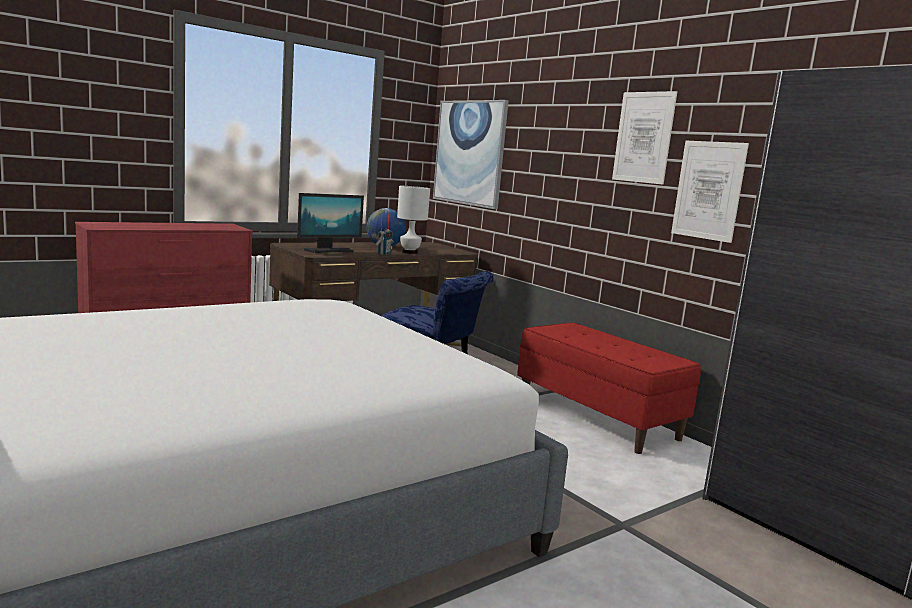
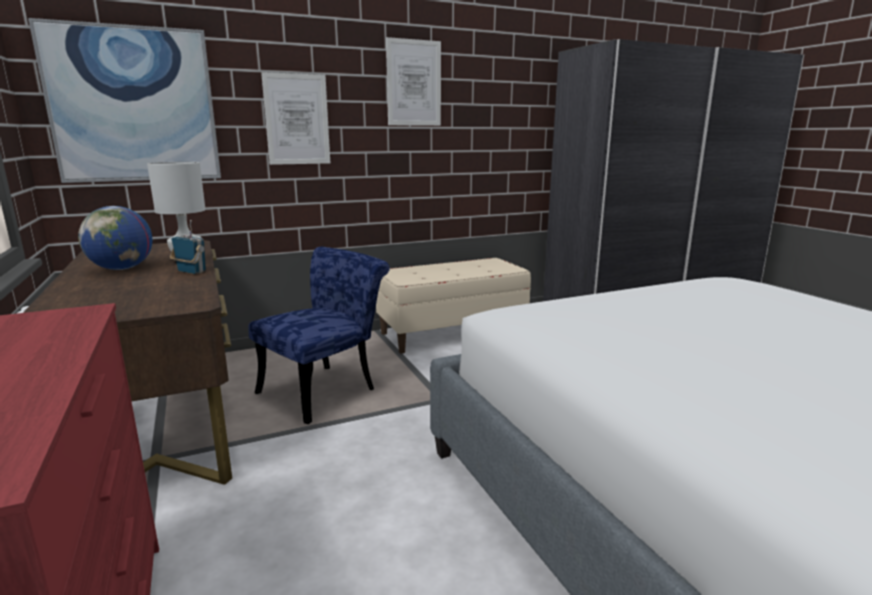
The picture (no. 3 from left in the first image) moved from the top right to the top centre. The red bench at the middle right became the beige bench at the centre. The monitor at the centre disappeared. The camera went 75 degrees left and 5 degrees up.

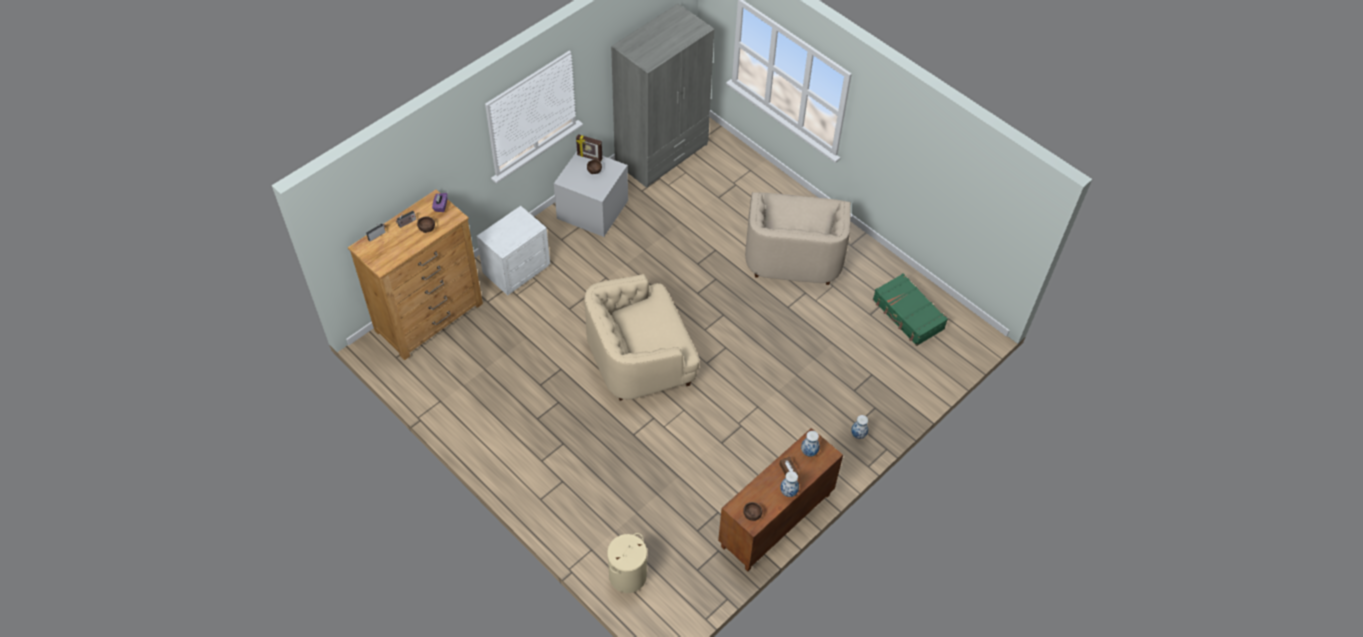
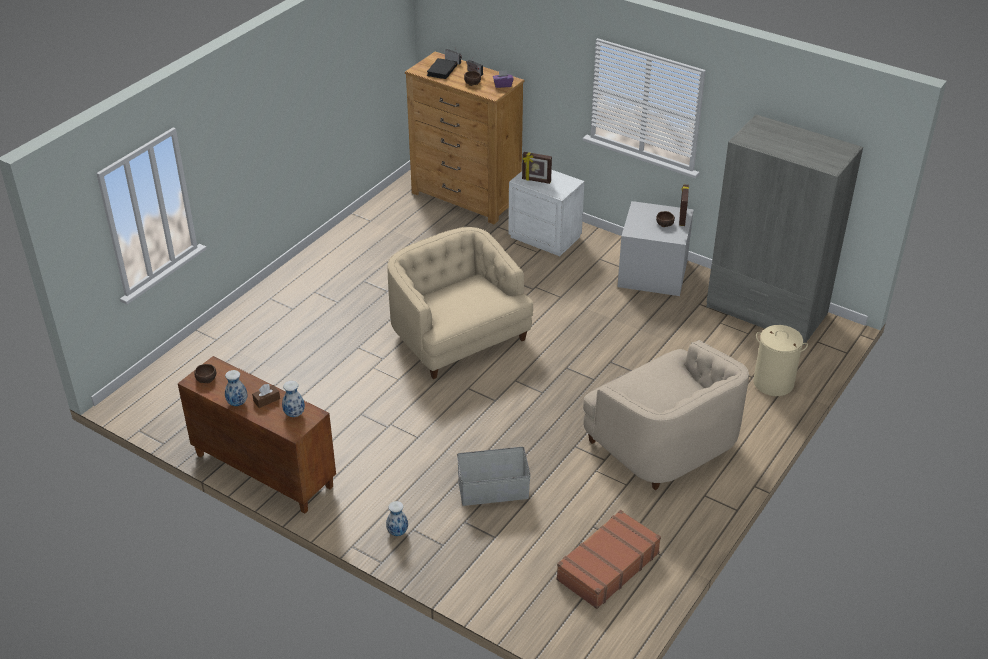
The black book at the top centre appeared. The grey storage box (no. 1 from left) at the bottom centre appeared. The picture frame (no. 1 from left) at the top centre appeared. The green suitcase at the middle right became the brown suitcase at the bottom centre. The beige armchair (no. 2 from left) at the centre turned 120 degrees counterclockwise. The beige laundry basket moved from the bottom centre to the middle right. The camera went 80 degrees right and 15 degrees down.

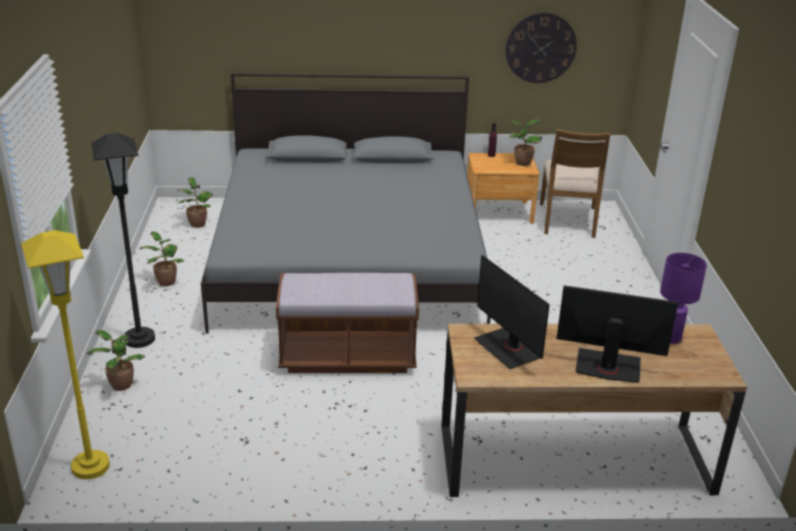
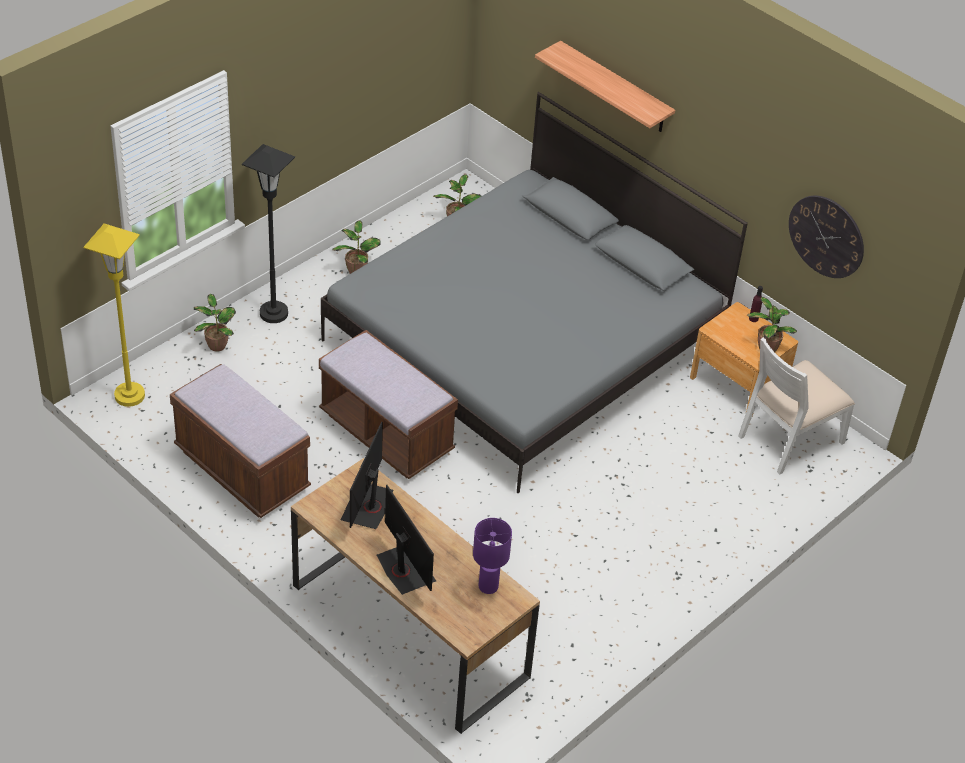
The brown bench (no. 1 from left) at the middle left appeared. The shelf at the top centre appeared. The brown chair at the middle right became the white chair at the middle right. The camera went 45 degrees right and 15 degrees up.

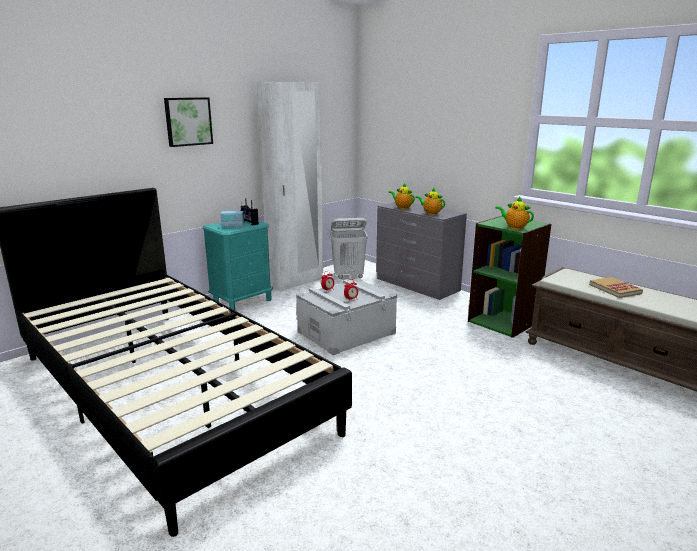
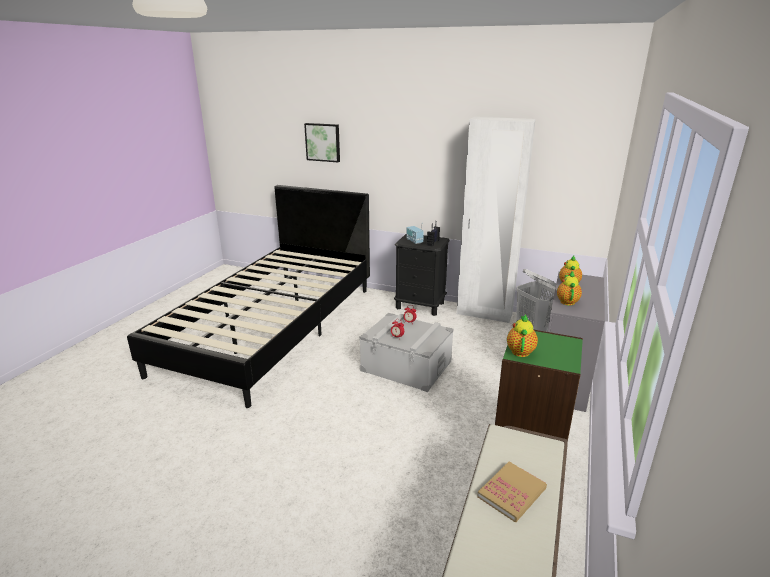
The picture moved from the top left to the top centre. The turquoise nightstand at the centre became the black nightstand at the centre. The camera went 65 degrees right and 5 degrees up.

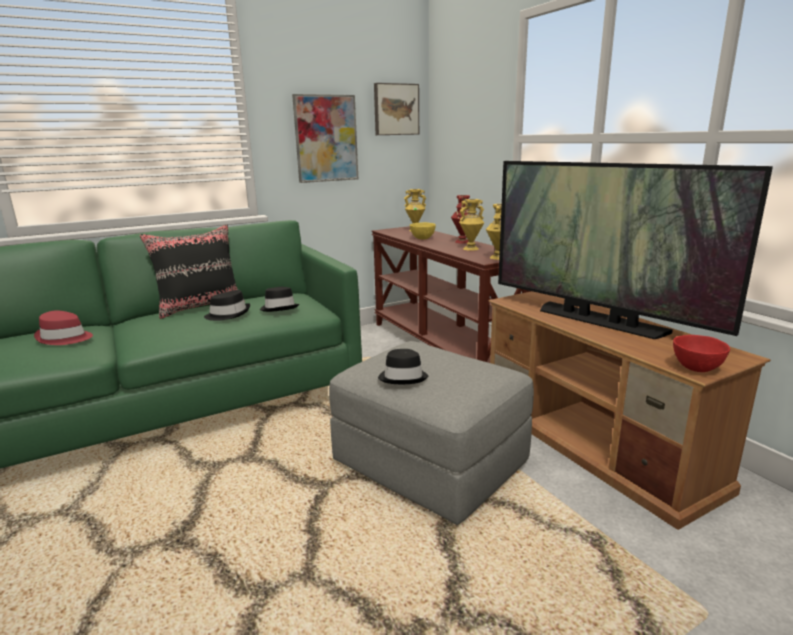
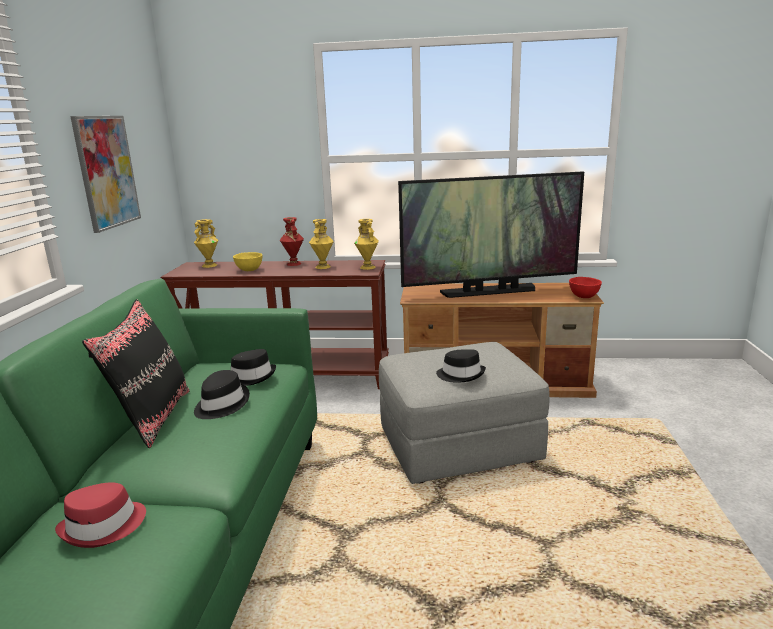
The picture (no. 2 from left) at the top centre disappeared. The camera went 55 degrees left and 0 degrees up.

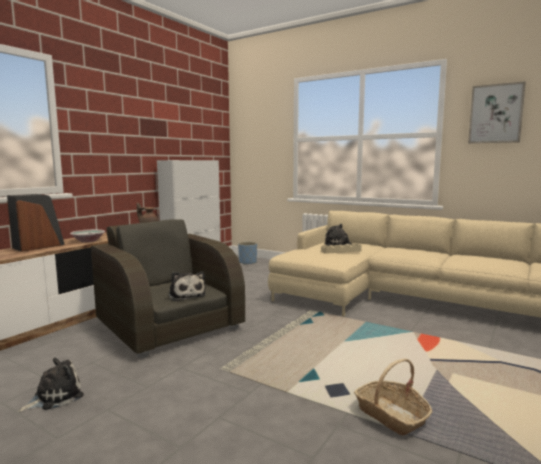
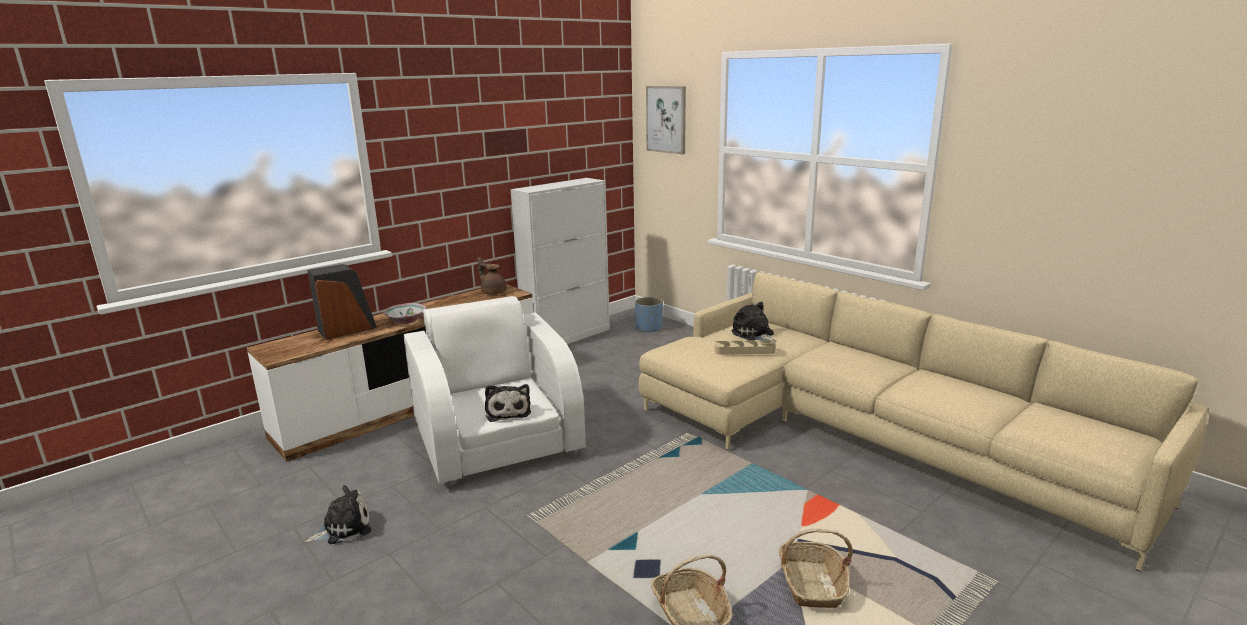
The brown armchair at the middle left became the white armchair at the centre. The picture moved from the top right to the top centre. The basket (no. 2 from left) at the bottom centre appeared. The camera went 15 degrees right and 10 degrees up.

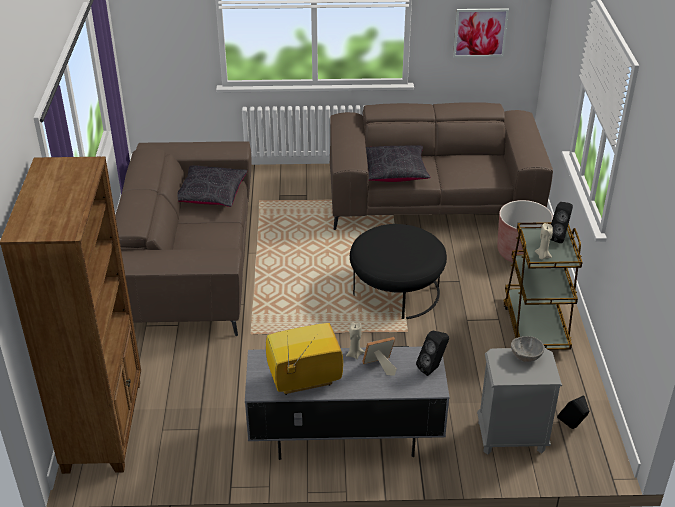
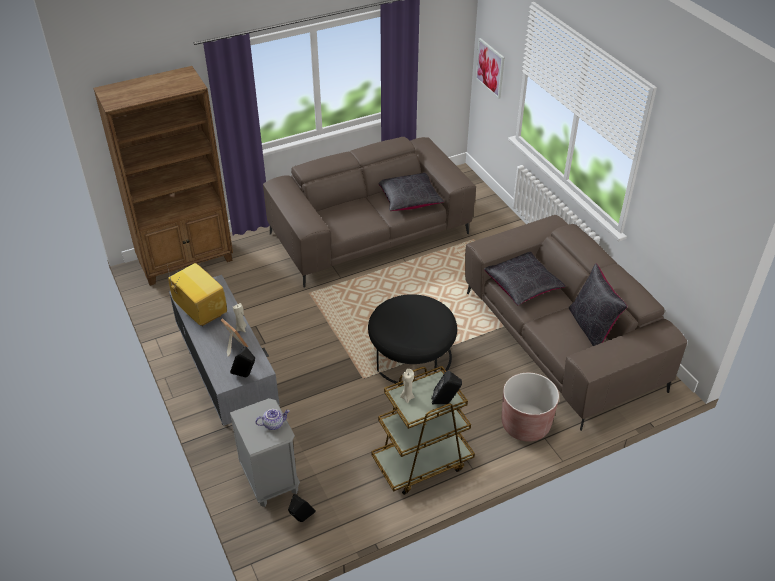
The grey bowl at the bottom right was replaced by the teapot at the bottom centre. The picture moved from the top right to the top centre. The black pillow (no. 3 from left) at the middle right appeared. The camera went 65 degrees right and 5 degrees up.

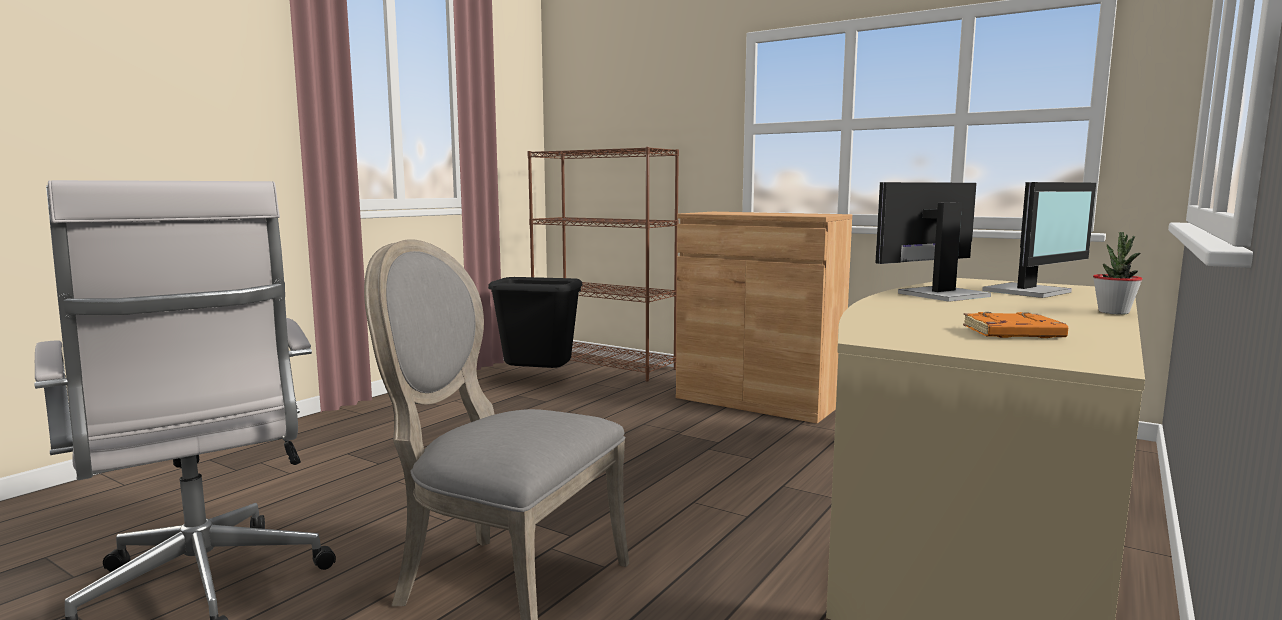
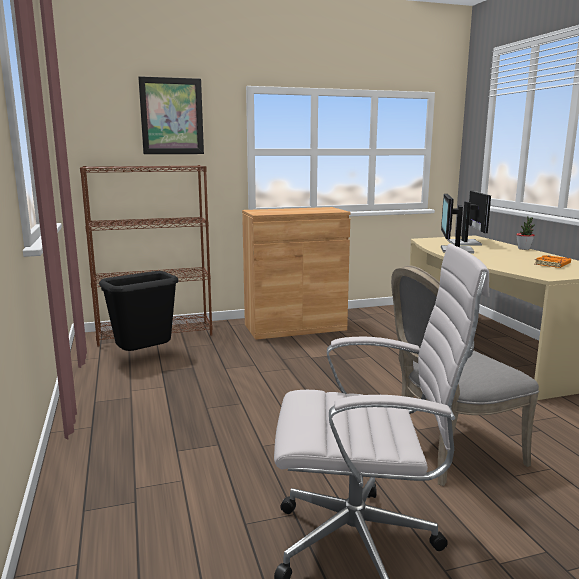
The picture at the top left appeared. The camera went 50 degrees left and 5 degrees up.

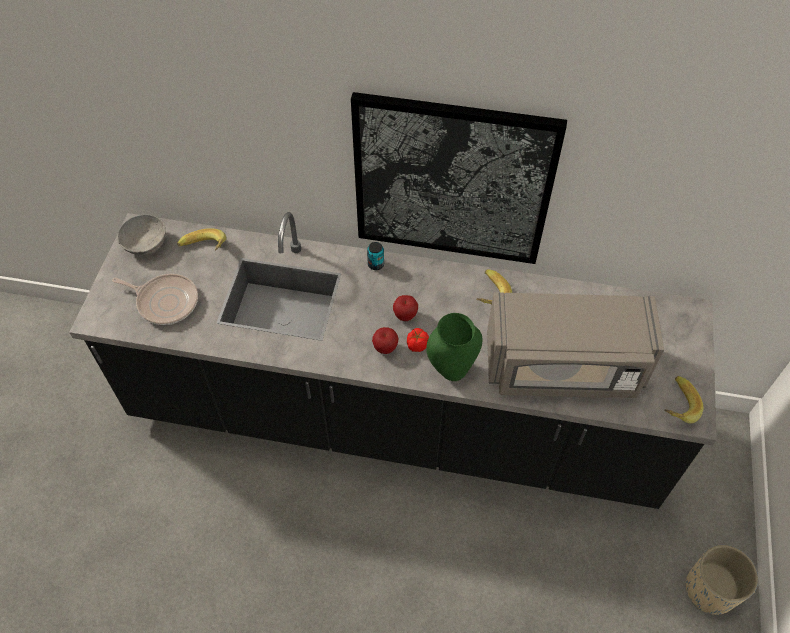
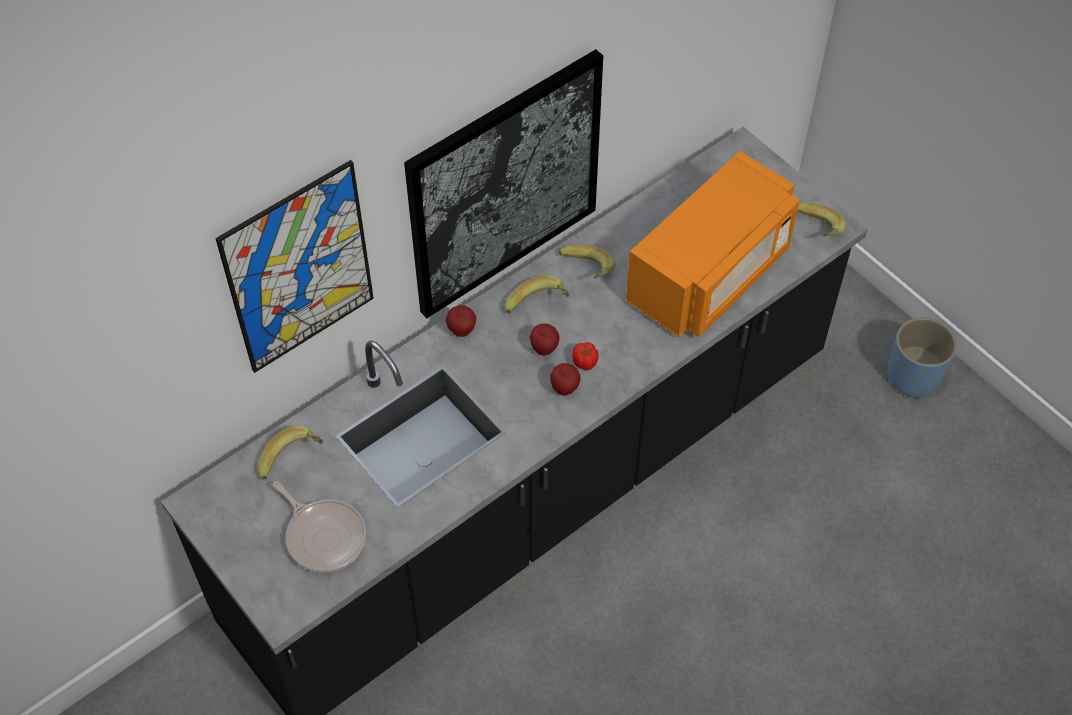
The picture (no. 1 from left) at the middle left appeared. The frying pan at the middle left turned 75 degrees clockwise. The can at the centre was replaced by the apple (no. 1 from left) at the centre. The banana (no. 2 from left) at the centre appeared. The grey microwave at the middle right became the orange microwave at the centre. The beige planter at the bottom right became the blue planter at the middle right. The grey bowl at the middle left disappeared. The green vase at the centre disappeared. The camera went 50 degrees left and 0 degrees up.

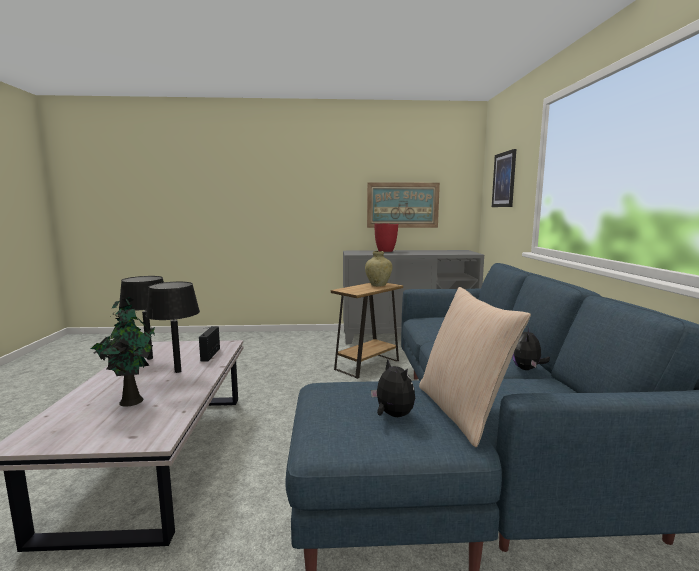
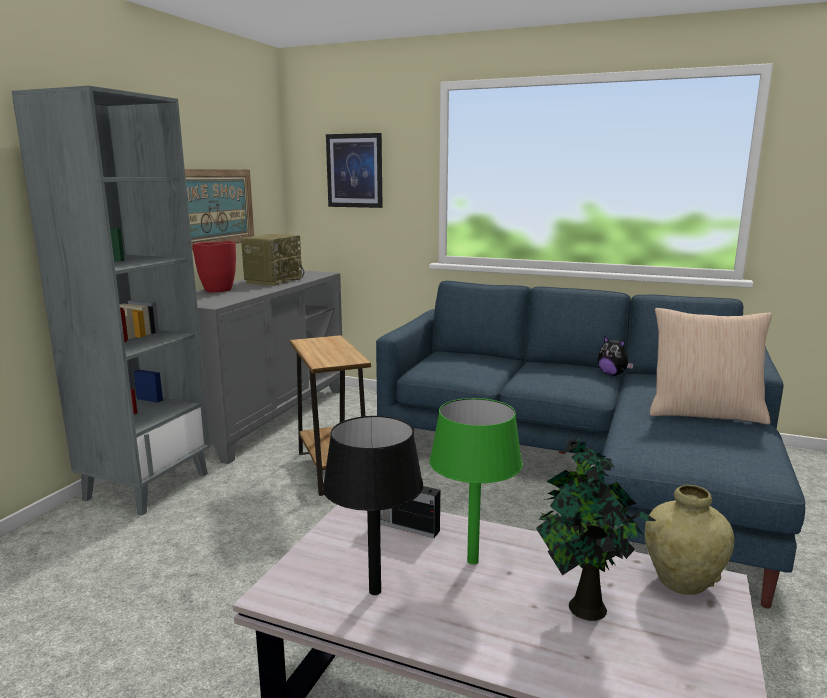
The grey bookcase at the middle left appeared. The radio (no. 1 from left) at the middle left appeared. The black table lamp (no. 2 from left) at the middle left became the green table lamp at the bottom centre. The beige vase moved from the centre to the bottom right. The plush toy (no. 1 from left) at the bottom centre disappeared. The camera went 65 degrees left and 5 degrees up.

